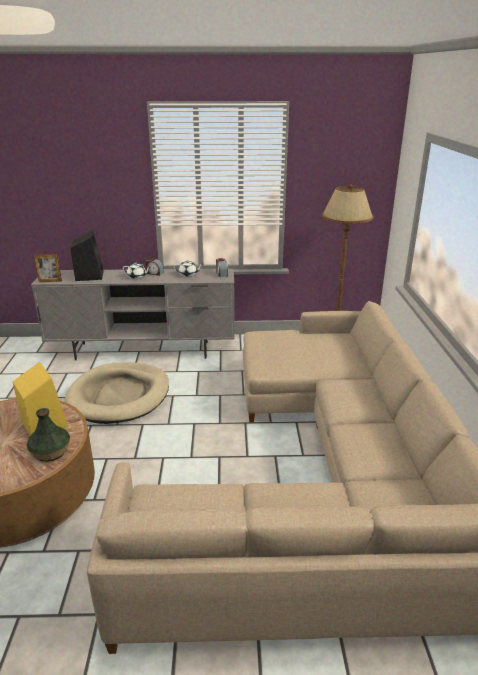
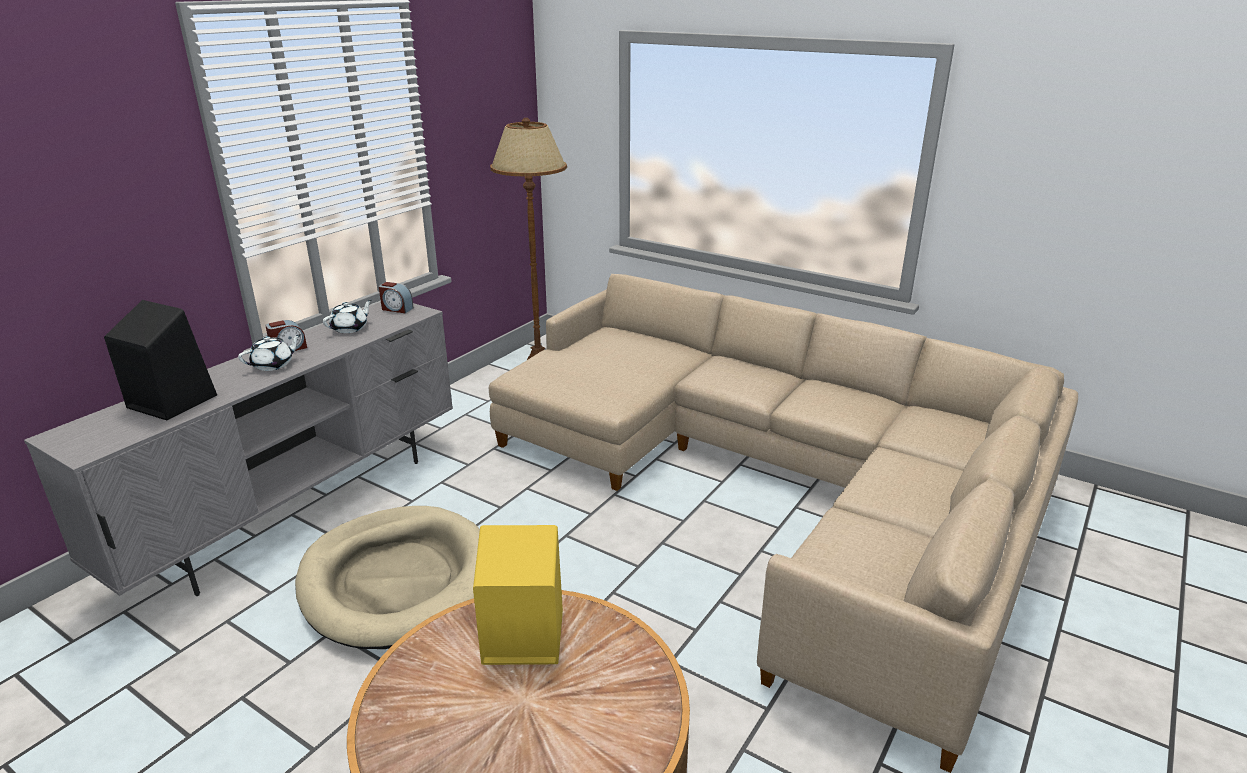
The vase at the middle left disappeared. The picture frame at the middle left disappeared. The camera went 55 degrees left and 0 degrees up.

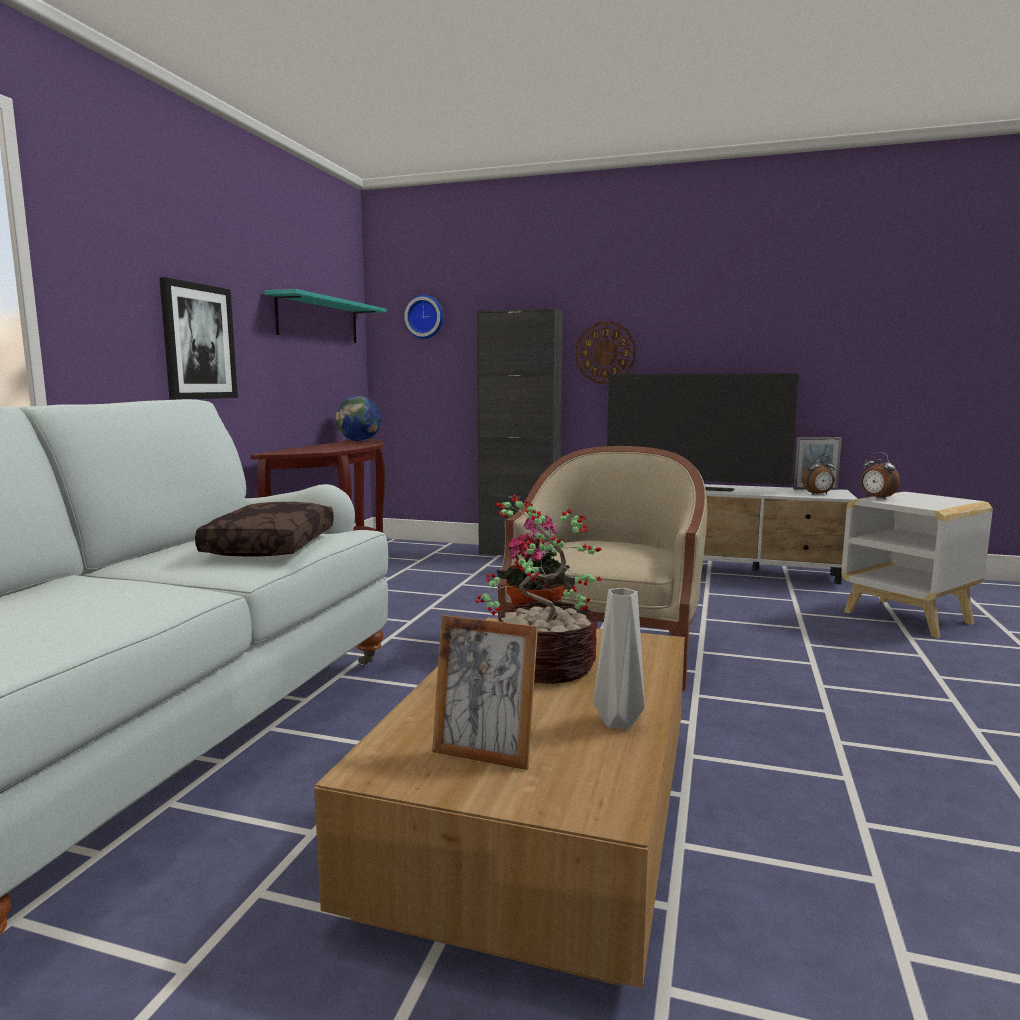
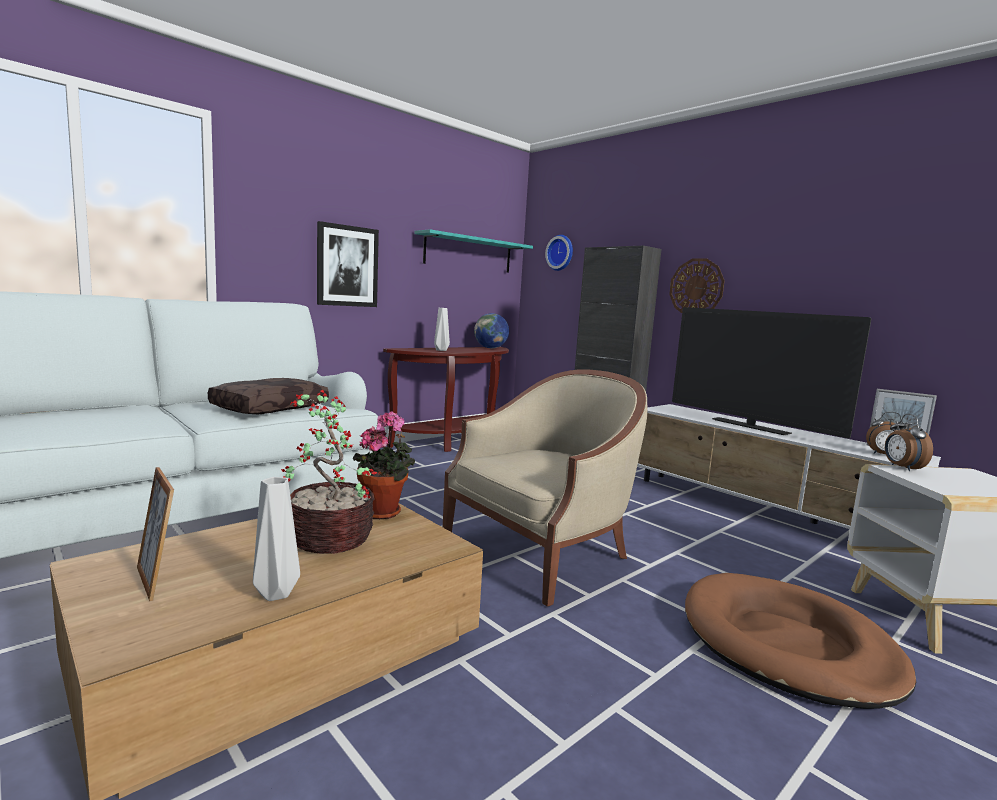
The grey vase (no. 2 from left) at the centre appeared. The brown dog bed at the bottom right appeared. The camera went 30 degrees right and 0 degrees up.

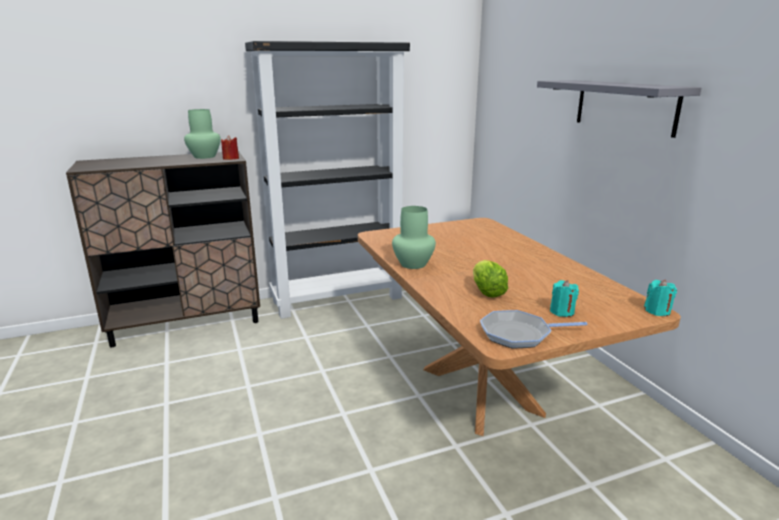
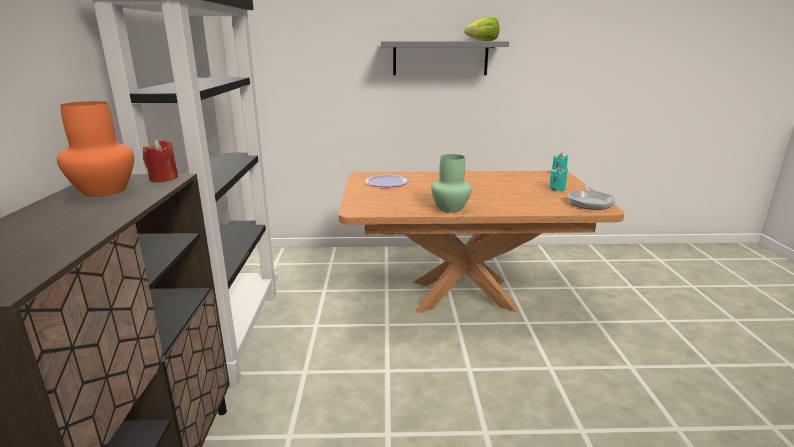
The green vase (no. 1 from left) at the top left became the orange vase at the middle left. The plate at the centre appeared. The lettuce moved from the centre to the top centre. The camera went 70 degrees left and 0 degrees up.

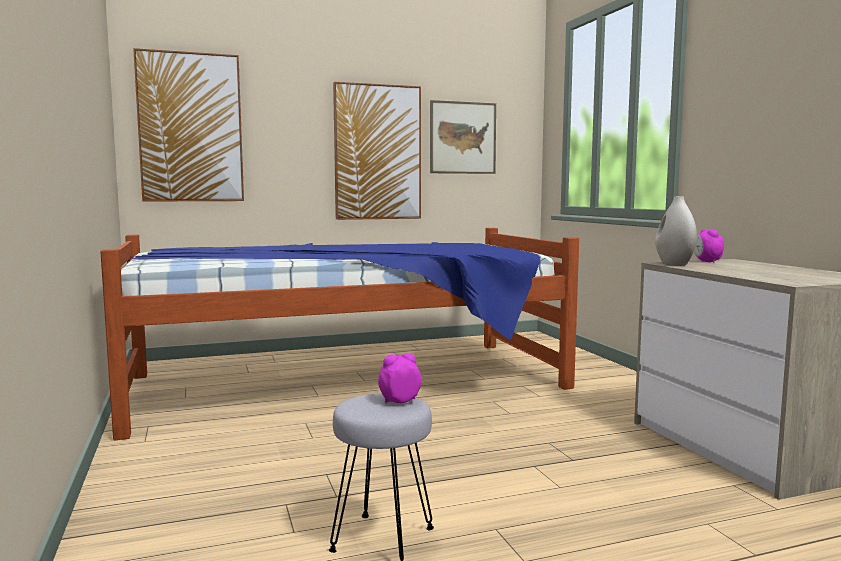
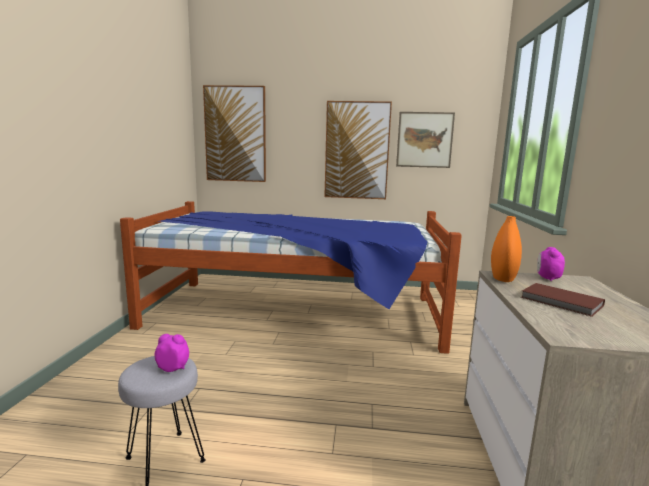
The white vase at the middle right became the orange vase at the middle right. The brown book at the middle right appeared. The camera went 25 degrees right and 5 degrees up.

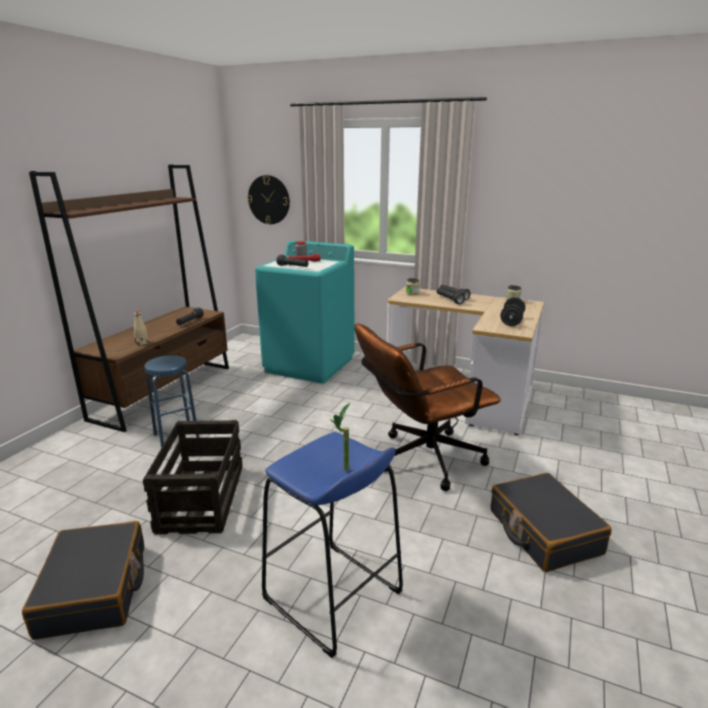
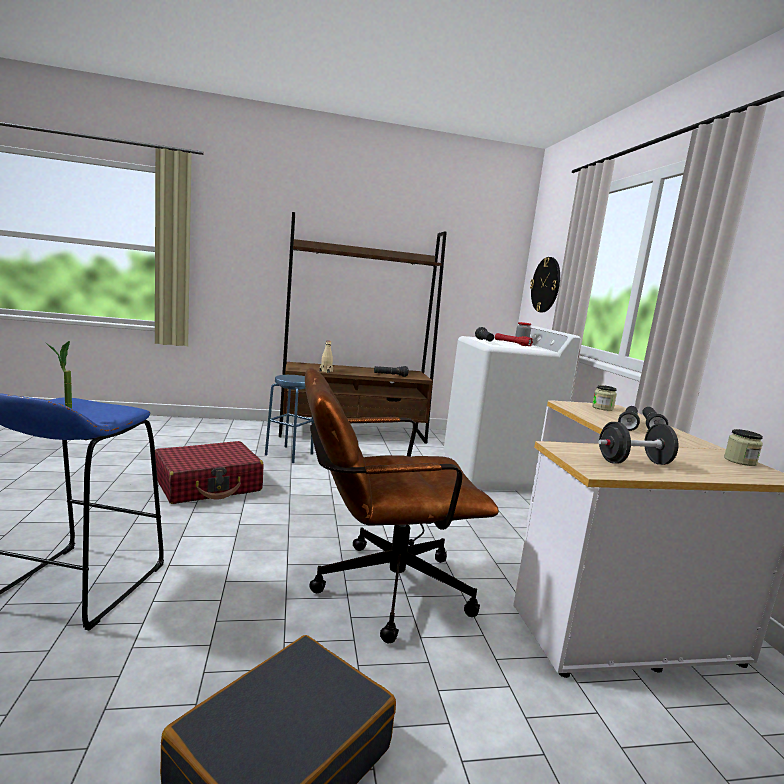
The crate at the bottom left was replaced by the red suitcase at the middle left. The brown office chair at the centre turned 45 degrees counterclockwise. The turquoise washing machine at the centre became the white washing machine at the centre. The black suitcase (no. 1 from left) at the bottom left disappeared. The camera went 55 degrees right and 10 degrees down.

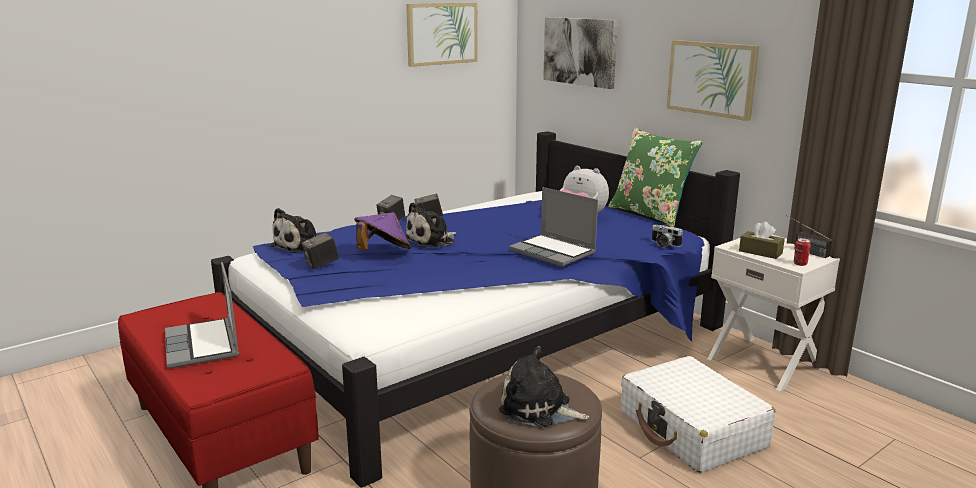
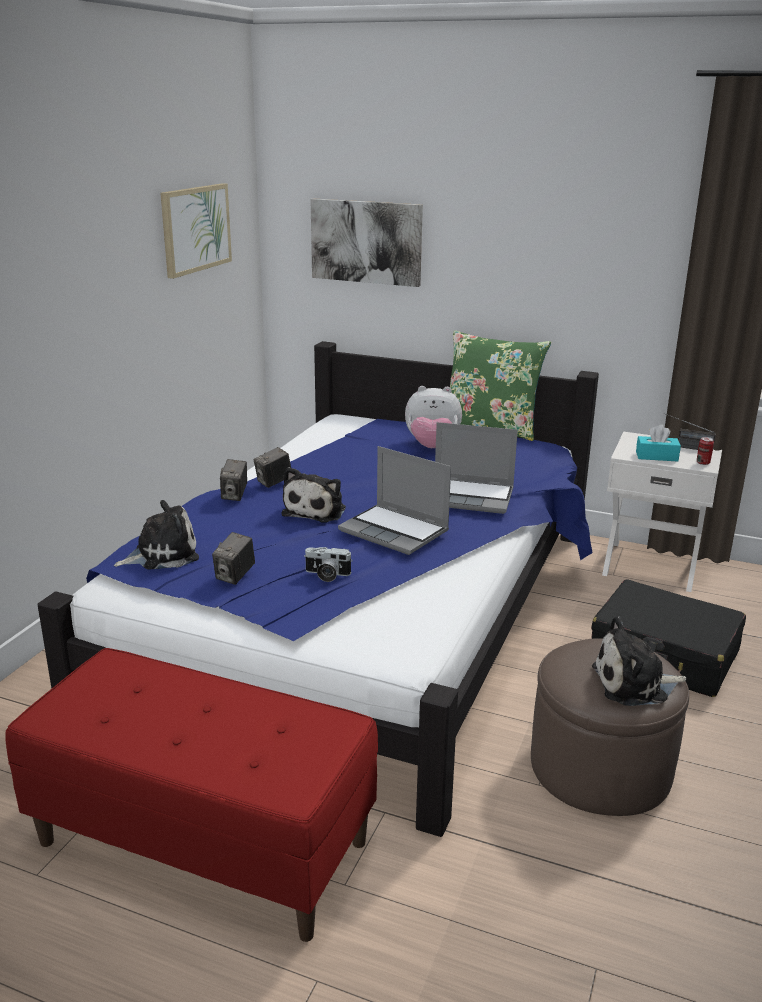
The plush toy (no. 1 from left) at the middle left turned 120 degrees counterclockwise. The photo camera (no. 4 from left) moved from the middle right to the centre. The laptop (no. 1 from left) moved from the middle left to the centre. The white suitcase at the bottom right became the black suitcase at the middle right. The brown tissue box at the middle right became the turquoise tissue box at the middle right. The purple hat at the centre disappeared. The picture (no. 3 from left) at the top right disappeared. The camera went 30 degrees left and 5 degrees up.

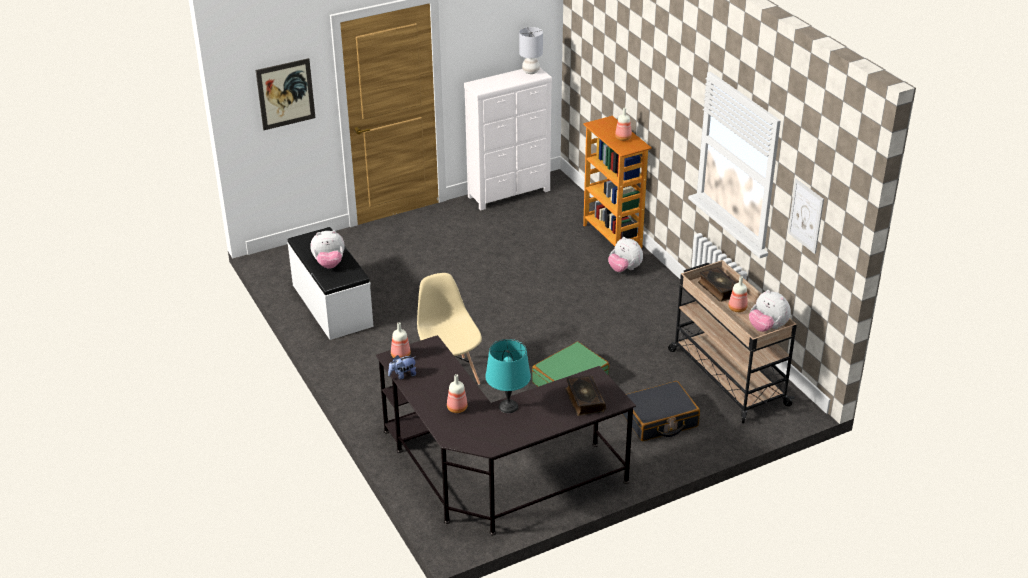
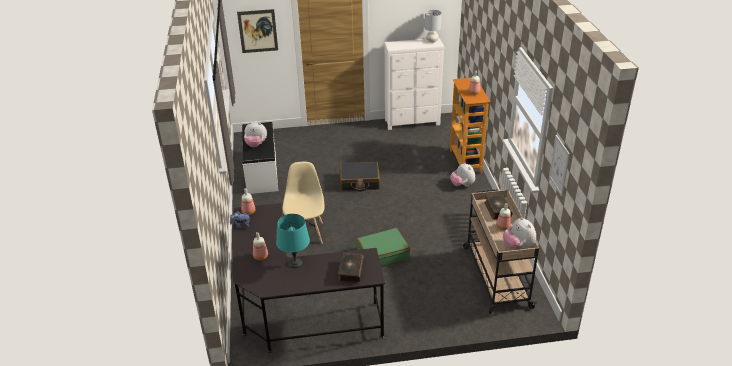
The black suitcase moved from the bottom centre to the centre. The camera went 20 degrees right and 0 degrees up.

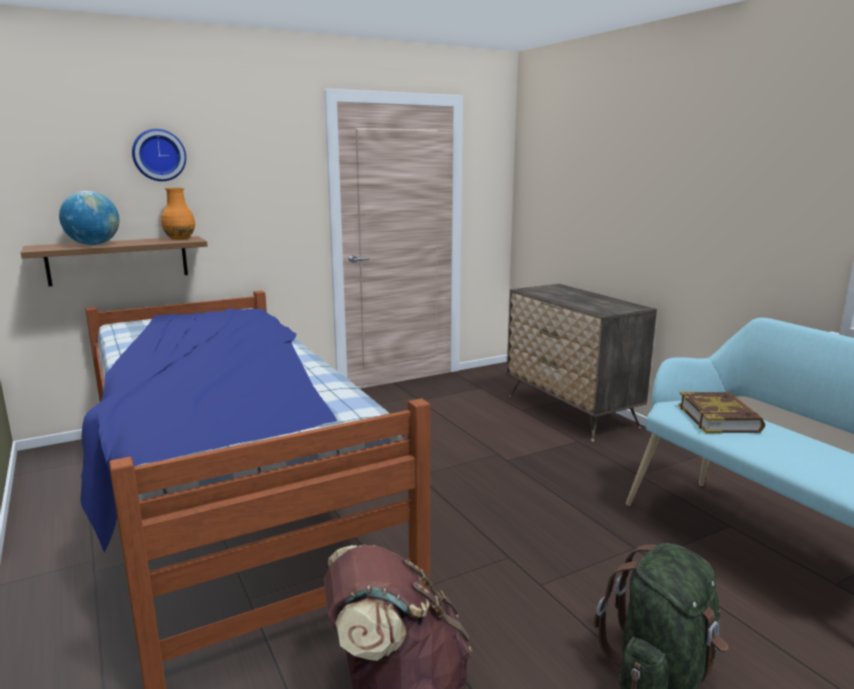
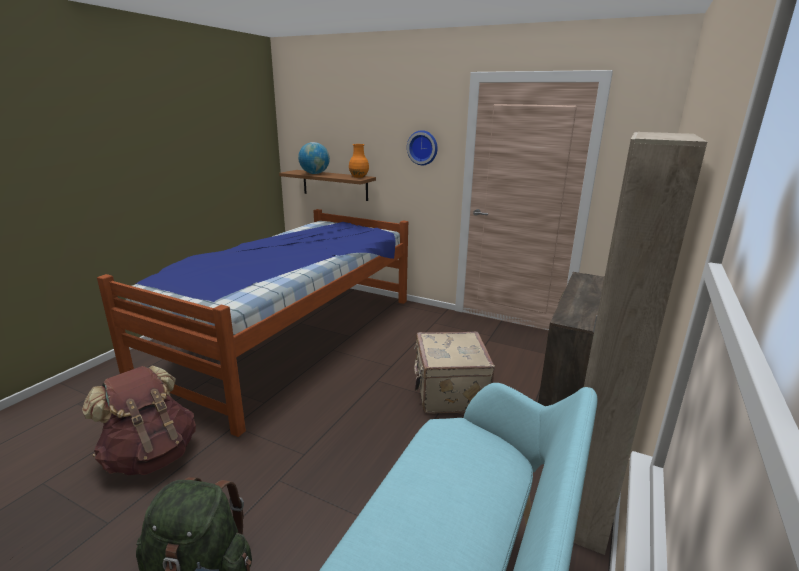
The wall clock moved from the top left to the top centre. The beige suitcase at the centre appeared. The beige wardrobe at the middle right appeared. The book at the middle right disappeared. The camera went 55 degrees right and 5 degrees up.

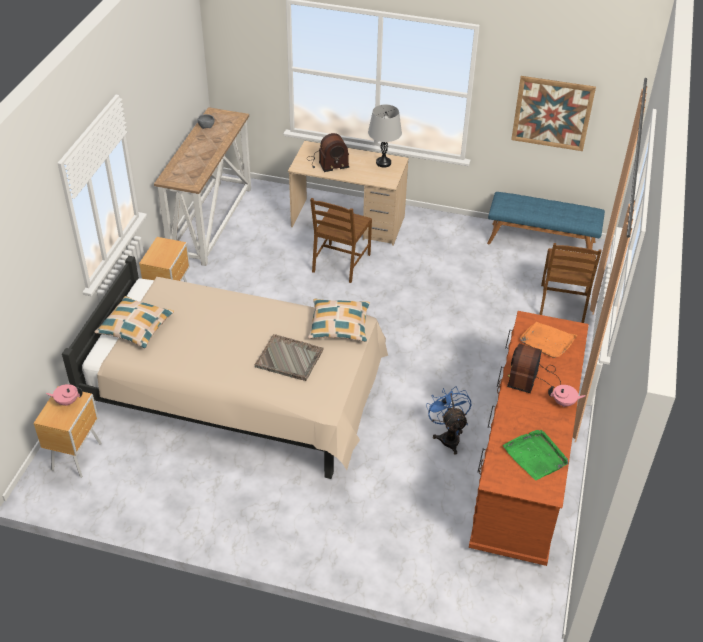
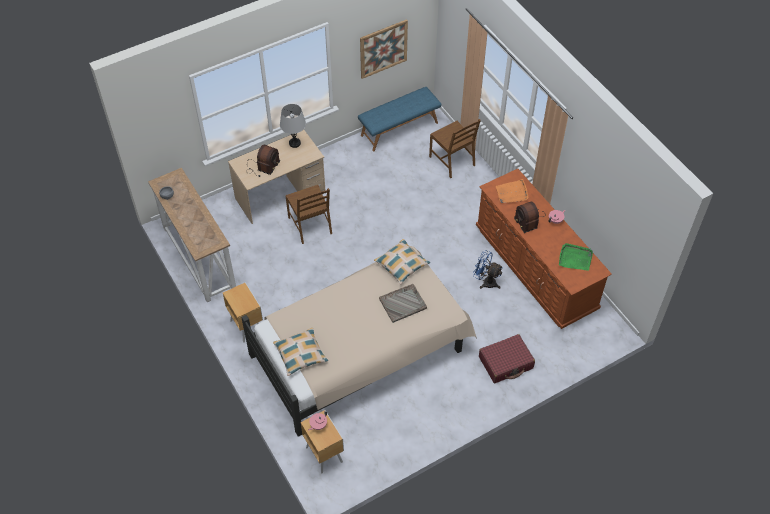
The red suitcase at the bottom centre appeared. The camera went 45 degrees left and 10 degrees up.

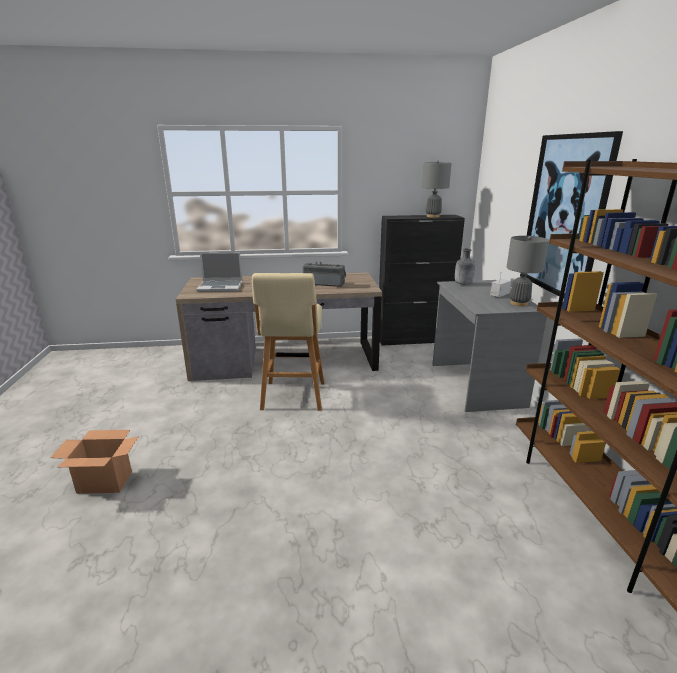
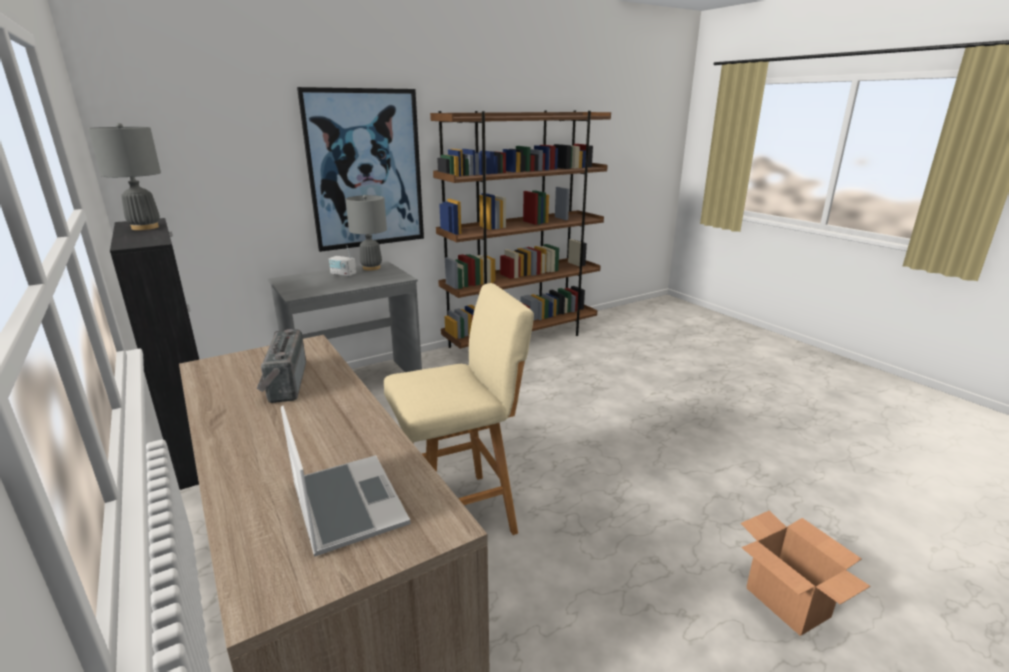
The grey bottle at the middle right disappeared. The camera went 115 degrees left and 0 degrees up.

